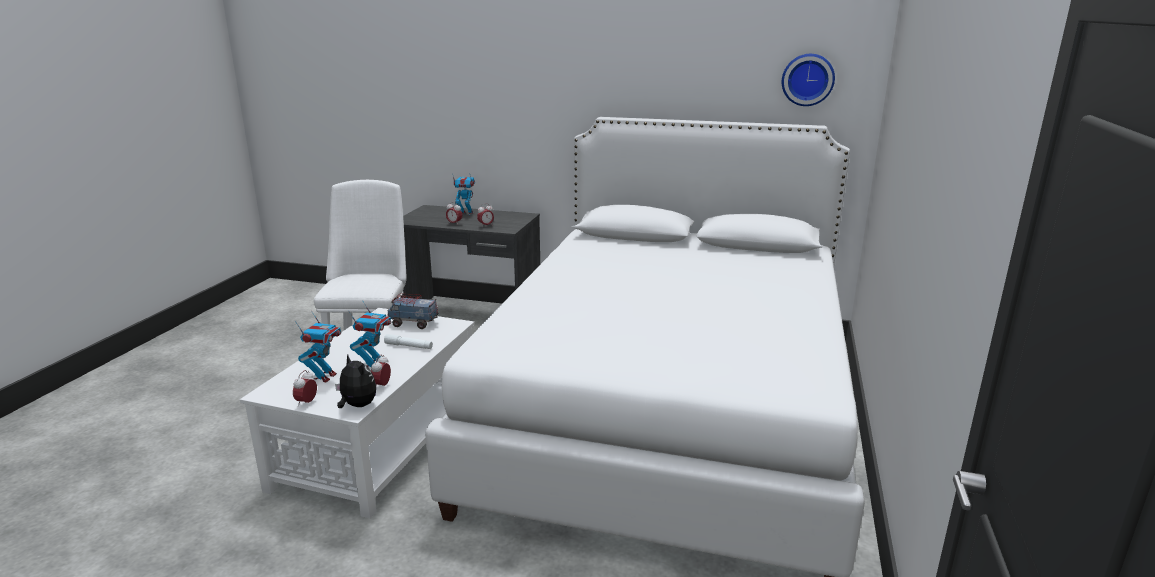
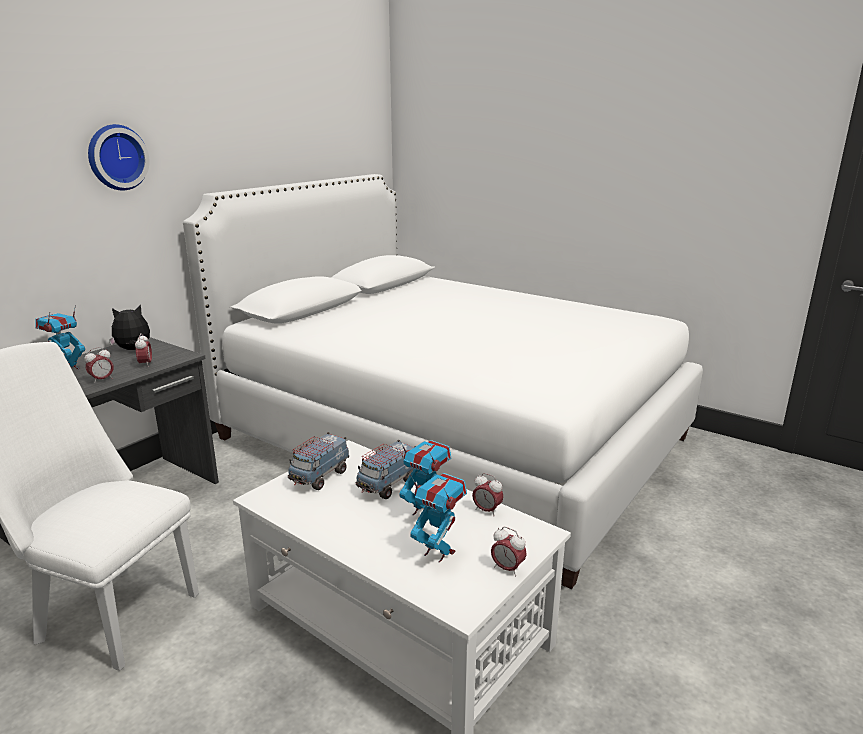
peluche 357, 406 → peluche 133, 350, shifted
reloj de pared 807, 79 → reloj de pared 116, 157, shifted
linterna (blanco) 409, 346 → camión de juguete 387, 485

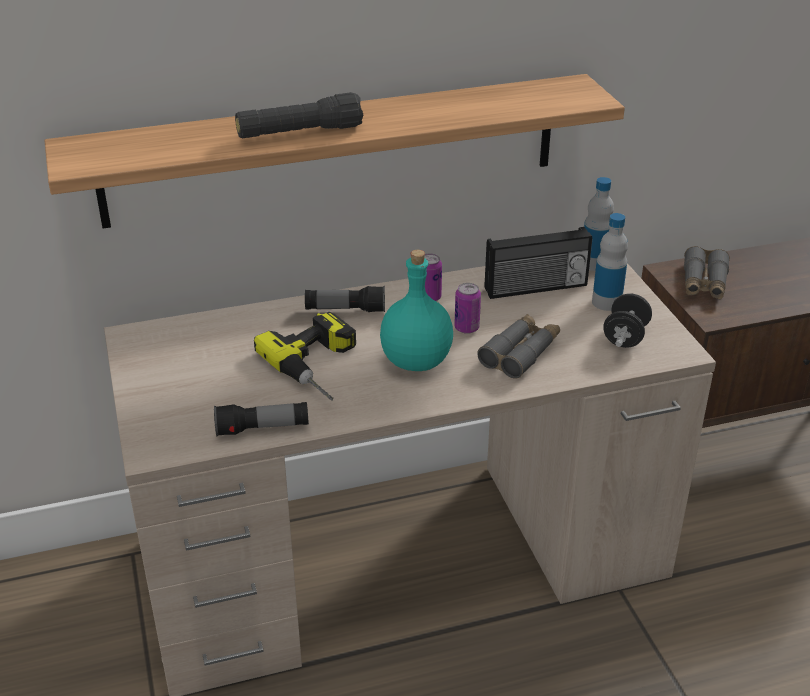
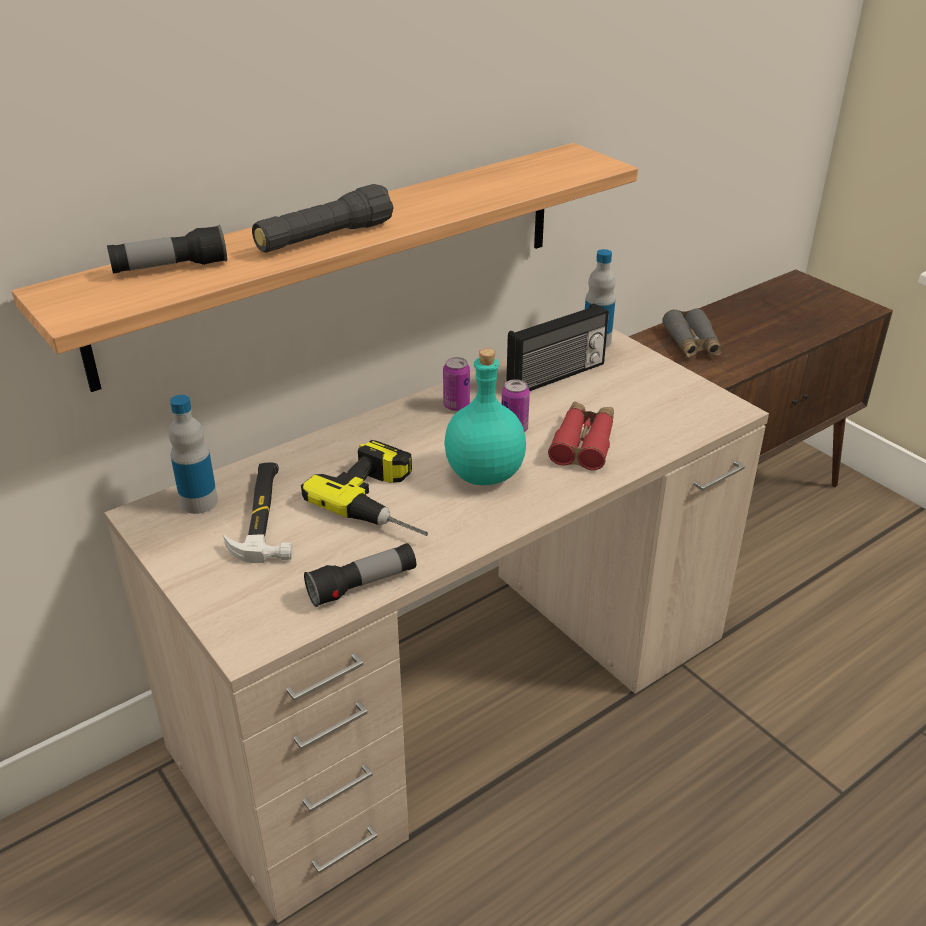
mancuerna (negro) 625, 337 → -
- → martillo 265, 515
linterna 345, 310 → linterna 170, 268, shifted
botella 606, 302 → botella 199, 502, shifted
prismáticos (gris) 520, 353 → prismáticos (rojo) 583, 443

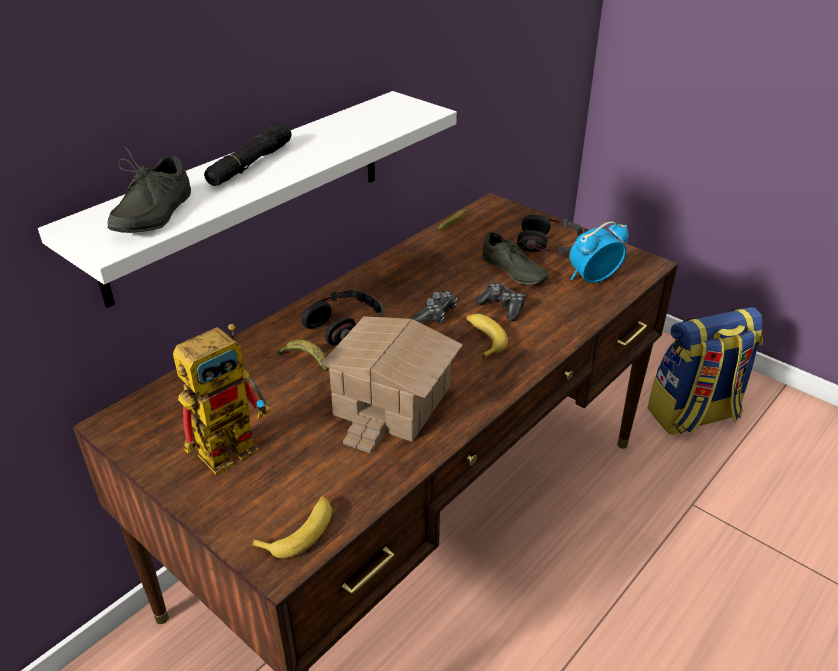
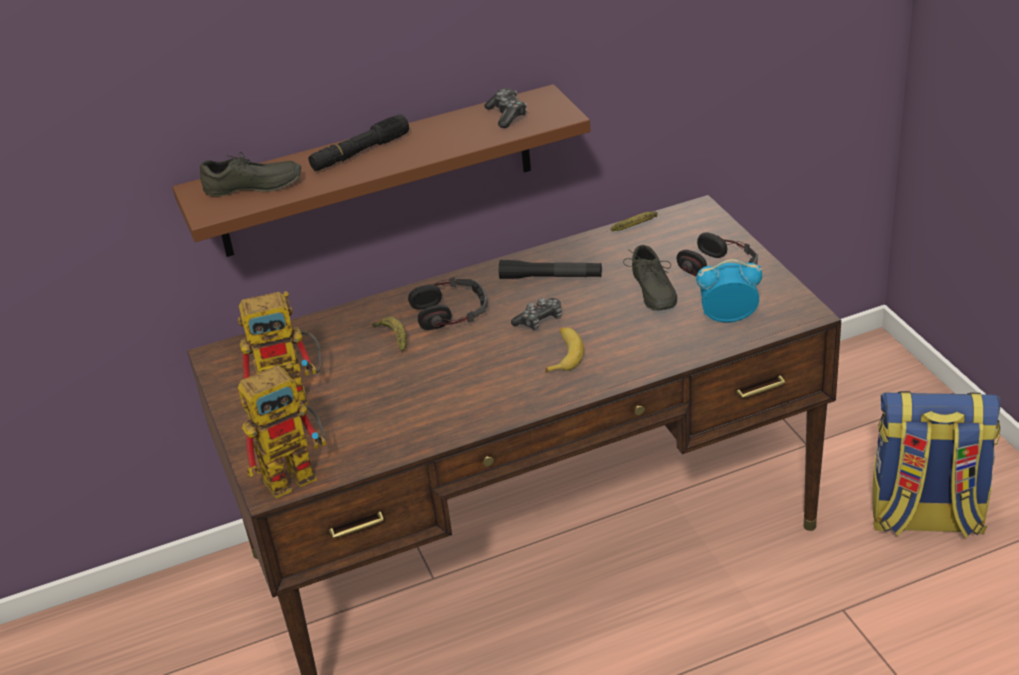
casita 390, 400 → -
- → linterna (negro) 550, 277
mando de consola 502, 307 → mando de consola 507, 115, shifted
plátano 299, 531 → robot de juguete 298, 472
estante (blanco) 250, 193 → estante (marrón) 376, 172
zapato (gris) 149, 213 → zapato (gris) 253, 188, 135 degrees counterclockwise

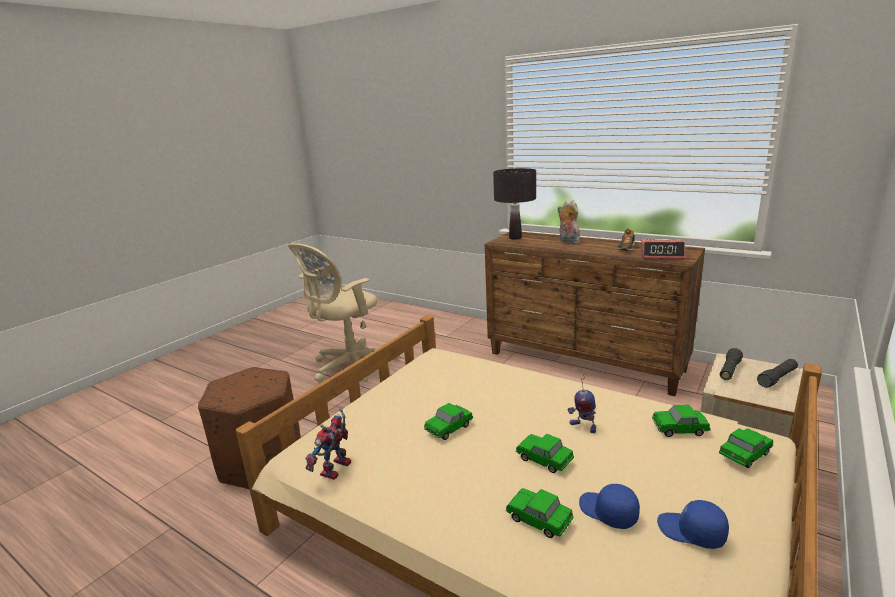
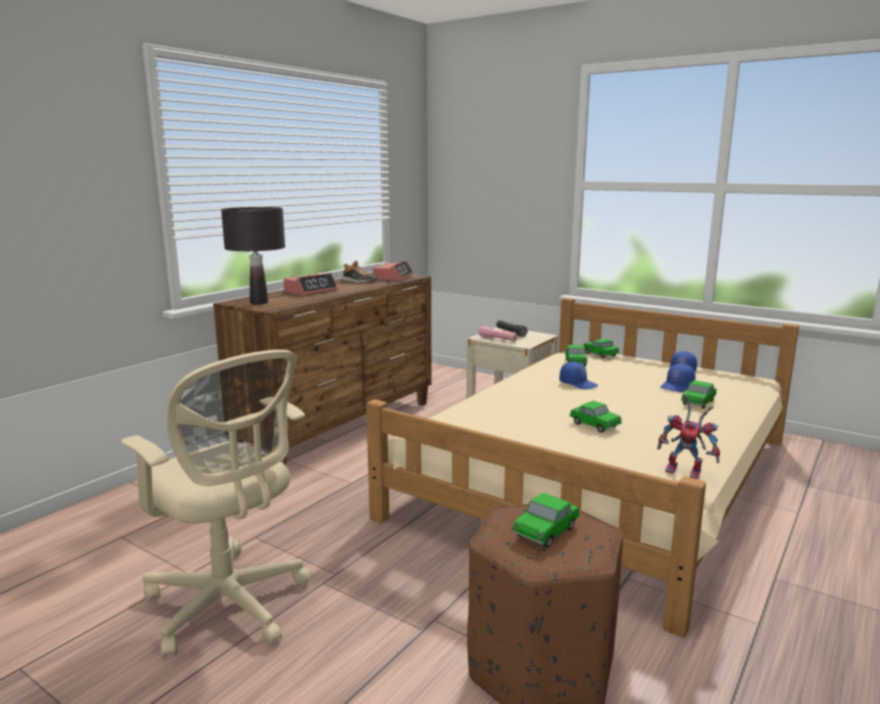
coche de juguete 544, 460 → coche de juguete 546, 532, shifted
peluche 567, 242 → despertador 310, 291
robot de juguete 582, 426 → gorra (azul) 578, 384
linterna (negro) 729, 370 → linterna (rosa) 498, 339

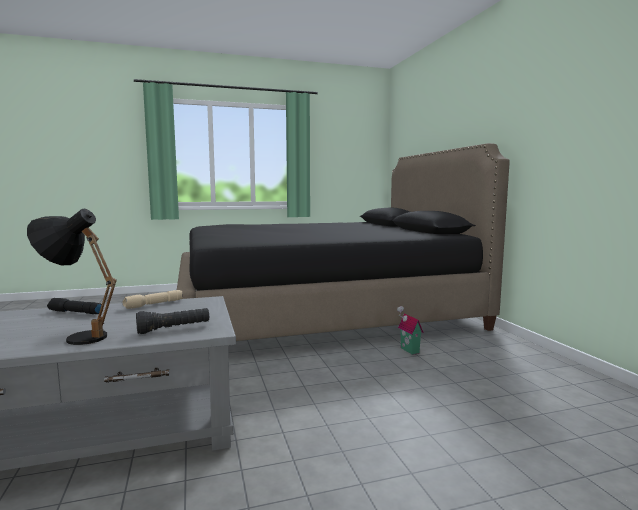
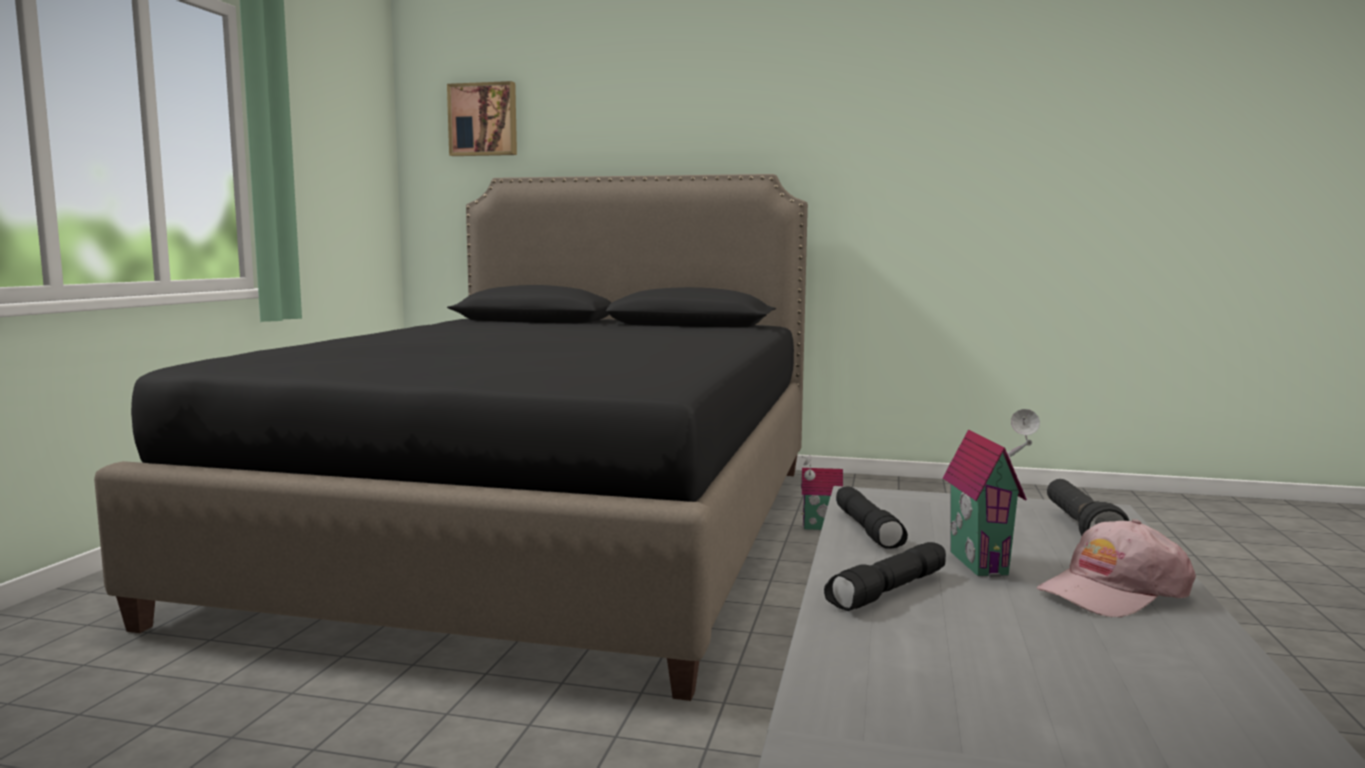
- → cuadro 483, 120
- → casita 984, 563
lámpara de mesa (negro) 77, 336 → gorra (rosa) 1112, 592
linterna (beis) 153, 304 → linterna (negro) 868, 529

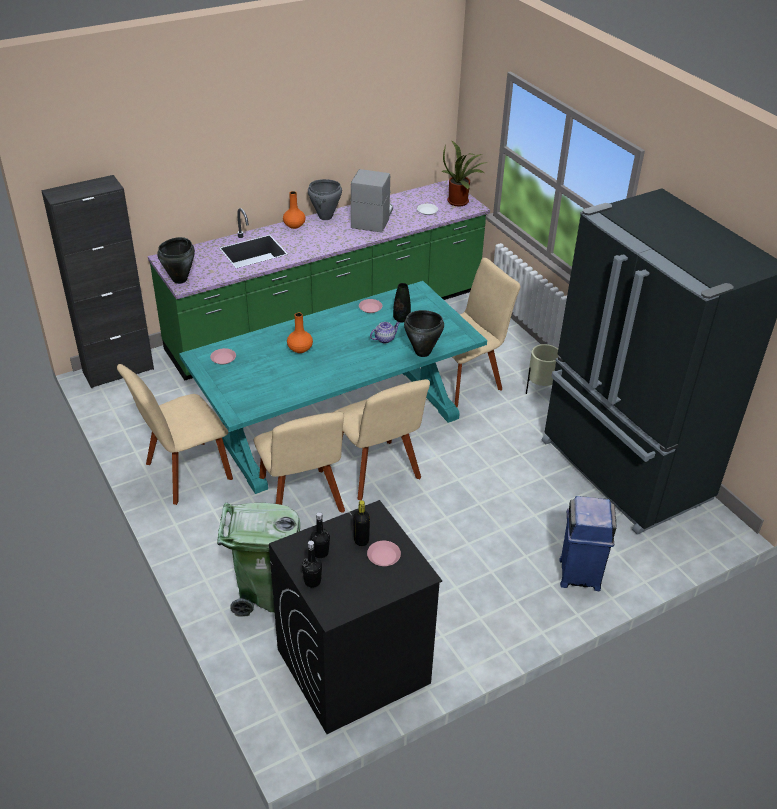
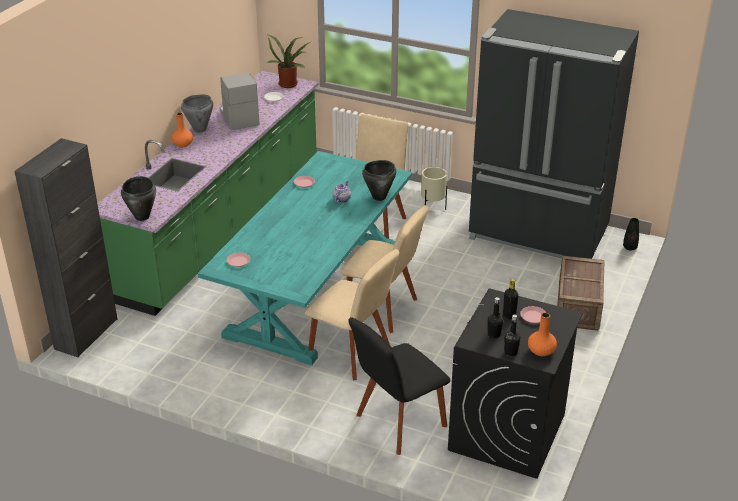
silla (beis) 184, 473 → -
florero (naranja) 299, 349 → florero (naranja) 541, 351, shifted
florero (negro) 401, 319 → florero (negro) 629, 247, shifted
papelera (verde) 264, 594 → silla (negro) 397, 423
papelera (azul) 579, 573 → caja de embalaje 578, 306

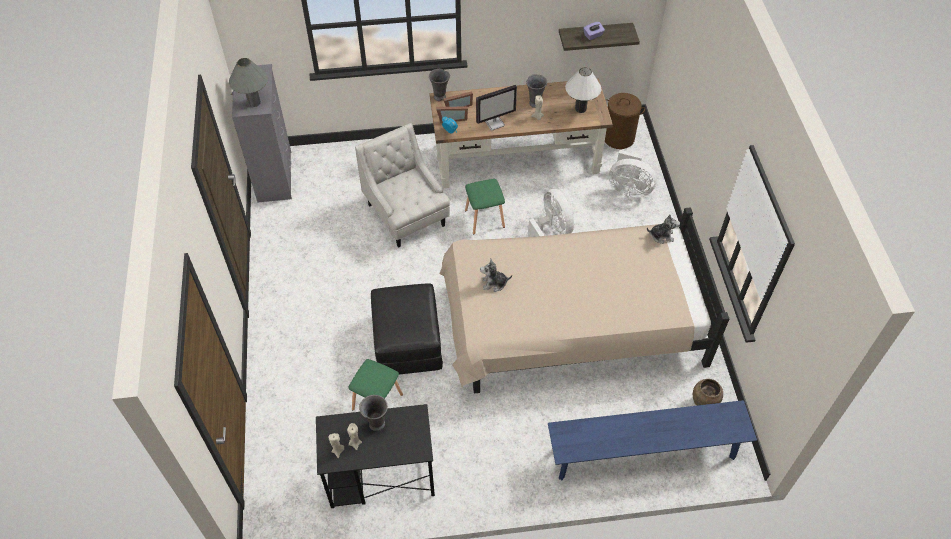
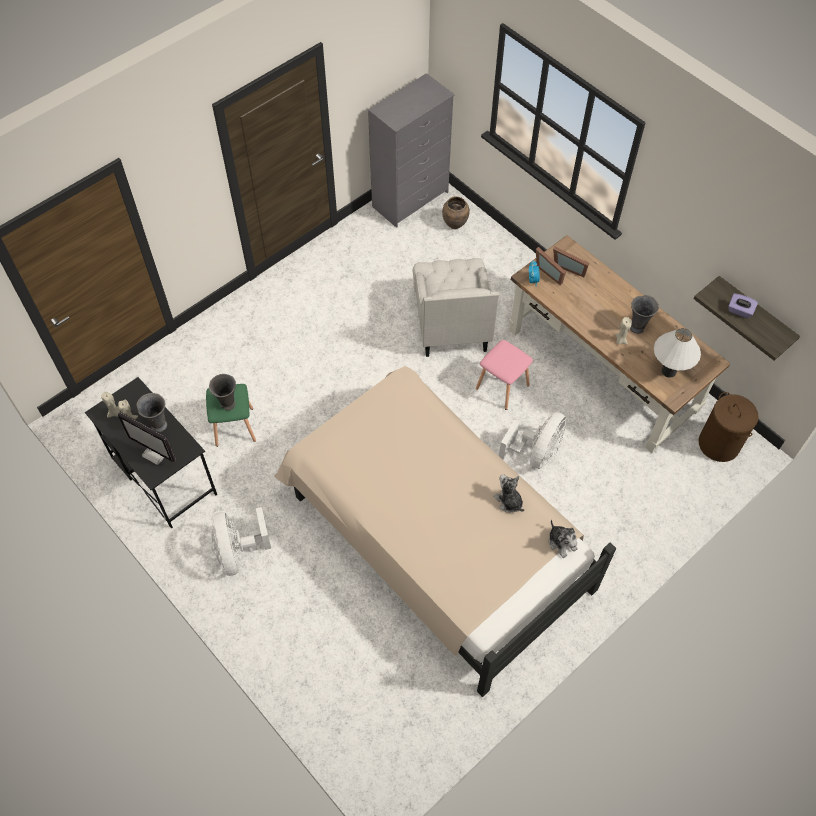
lámpara de mesa (gris) 254, 102 → -
puf (negro) 408, 342 → -
banco (azul) 644, 453 → -
florero (gris) 440, 97 → florero (gris) 228, 404, shifted
monitor 495, 123 → monitor 156, 453, shifted
peluche 494, 283 → peluche 508, 501, shifted
ventilador (blanco) 629, 189 → ventilador (blanco) 238, 552, shifted
florero (marrón) 703, 403 → florero (marrón) 455, 224, shifted
taburete (verde) 484, 219 → taburete (rosa) 501, 386
sillón (blanco) 407, 216 → sillón (blanco) 451, 323, 150 degrees clockwise

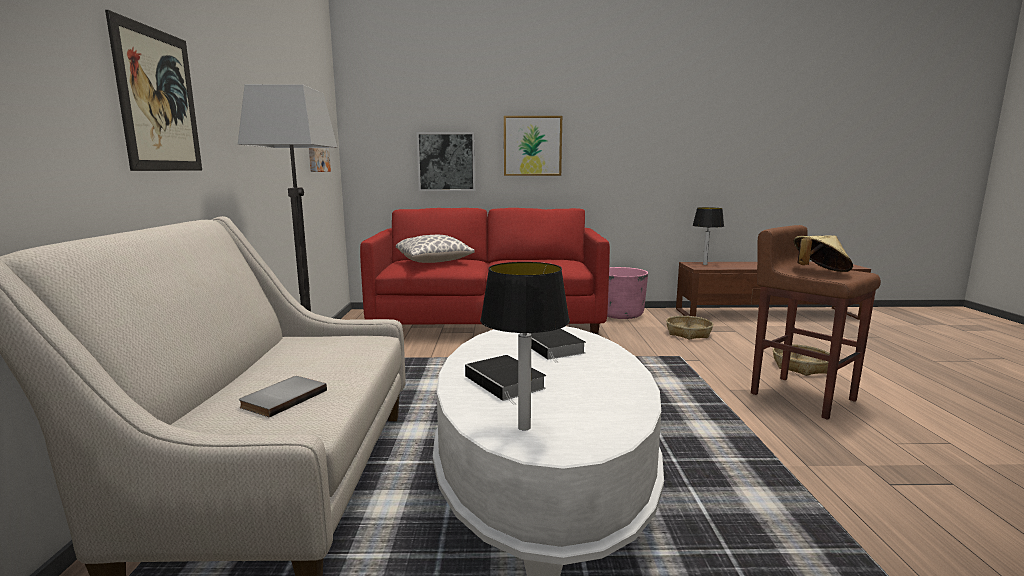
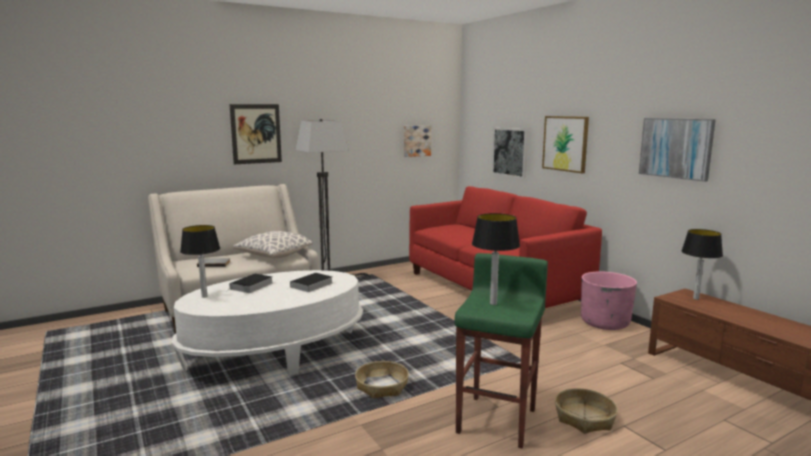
- → cuadro 676, 148
cojín 434, 262 → cojín 274, 256, shifted
cesta 688, 333 → cesta 381, 386, shifted
sombrero (beis) 819, 272 → lámpara de mesa 493, 303
taburete (marrón) 801, 396 → taburete (verde) 498, 420

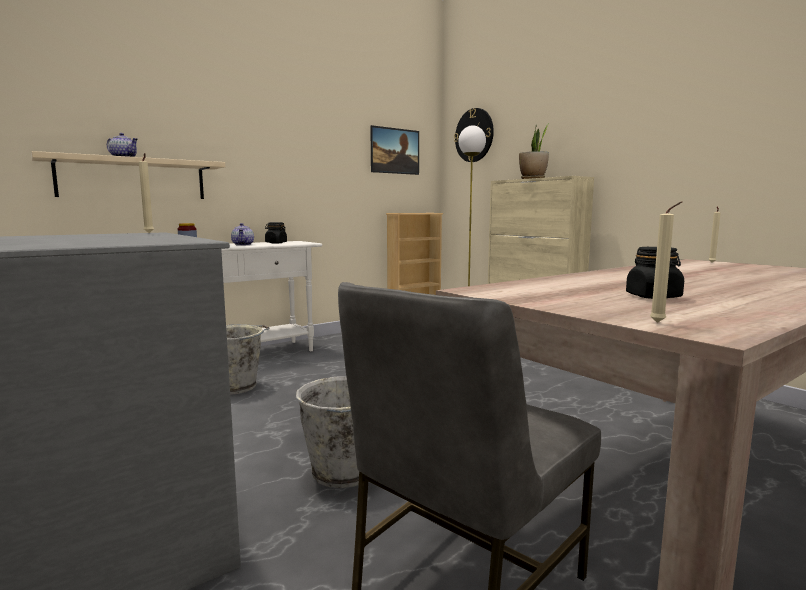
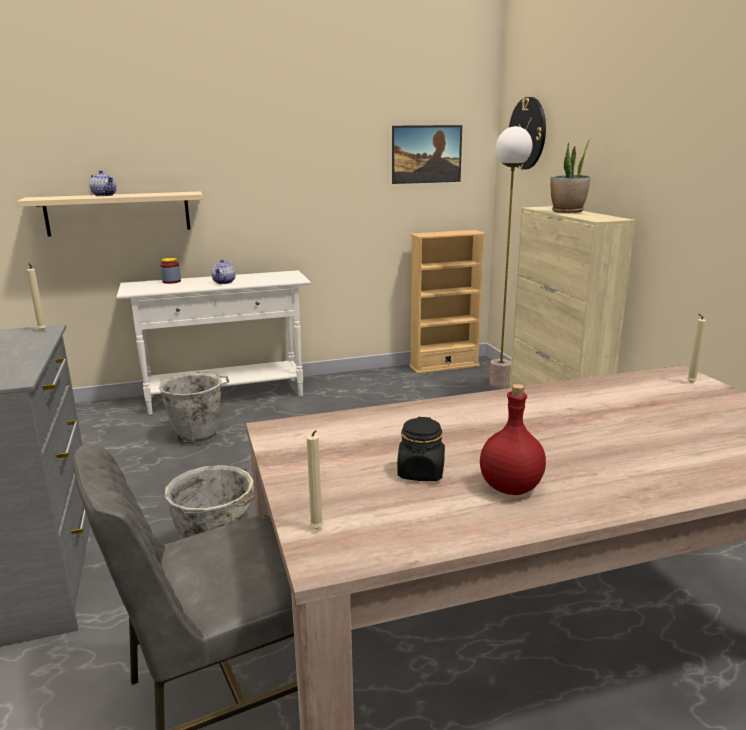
tarro (negro) 276, 243 → -
- → botella (rojo) 511, 488

